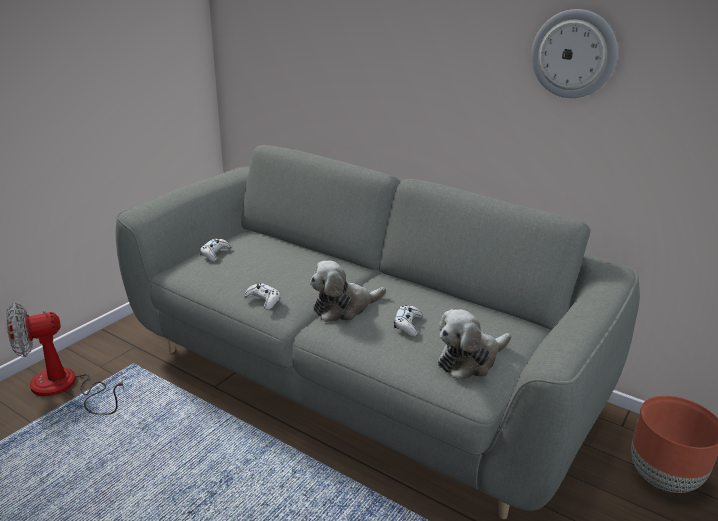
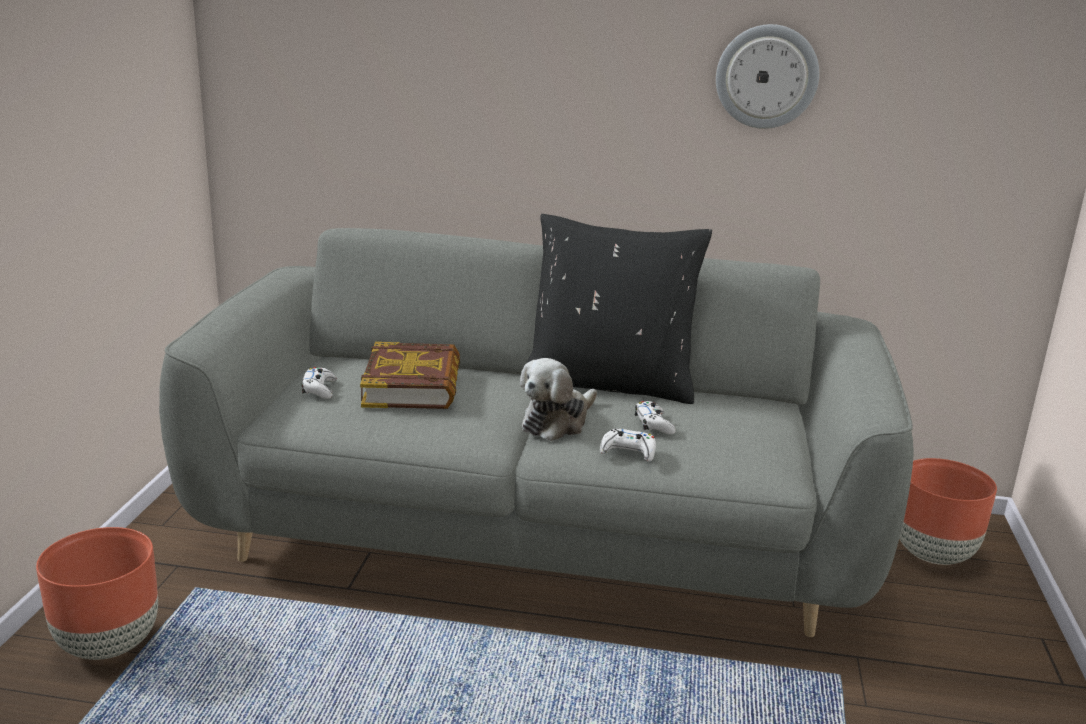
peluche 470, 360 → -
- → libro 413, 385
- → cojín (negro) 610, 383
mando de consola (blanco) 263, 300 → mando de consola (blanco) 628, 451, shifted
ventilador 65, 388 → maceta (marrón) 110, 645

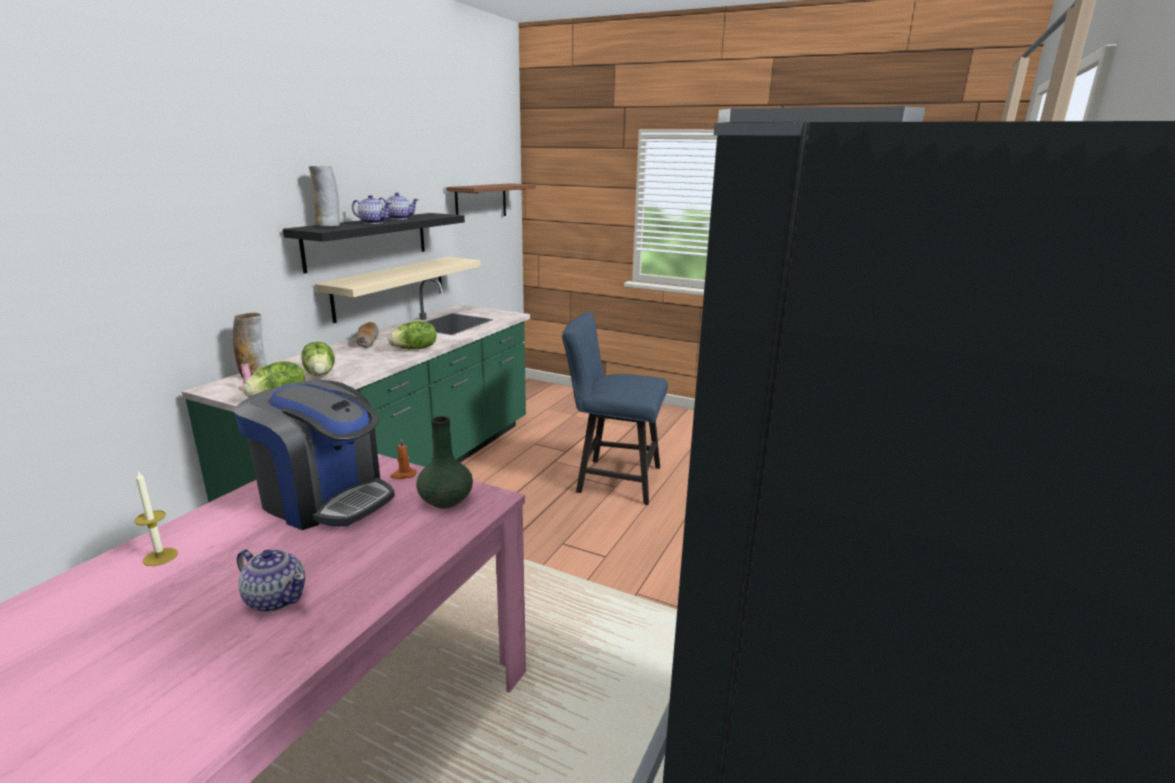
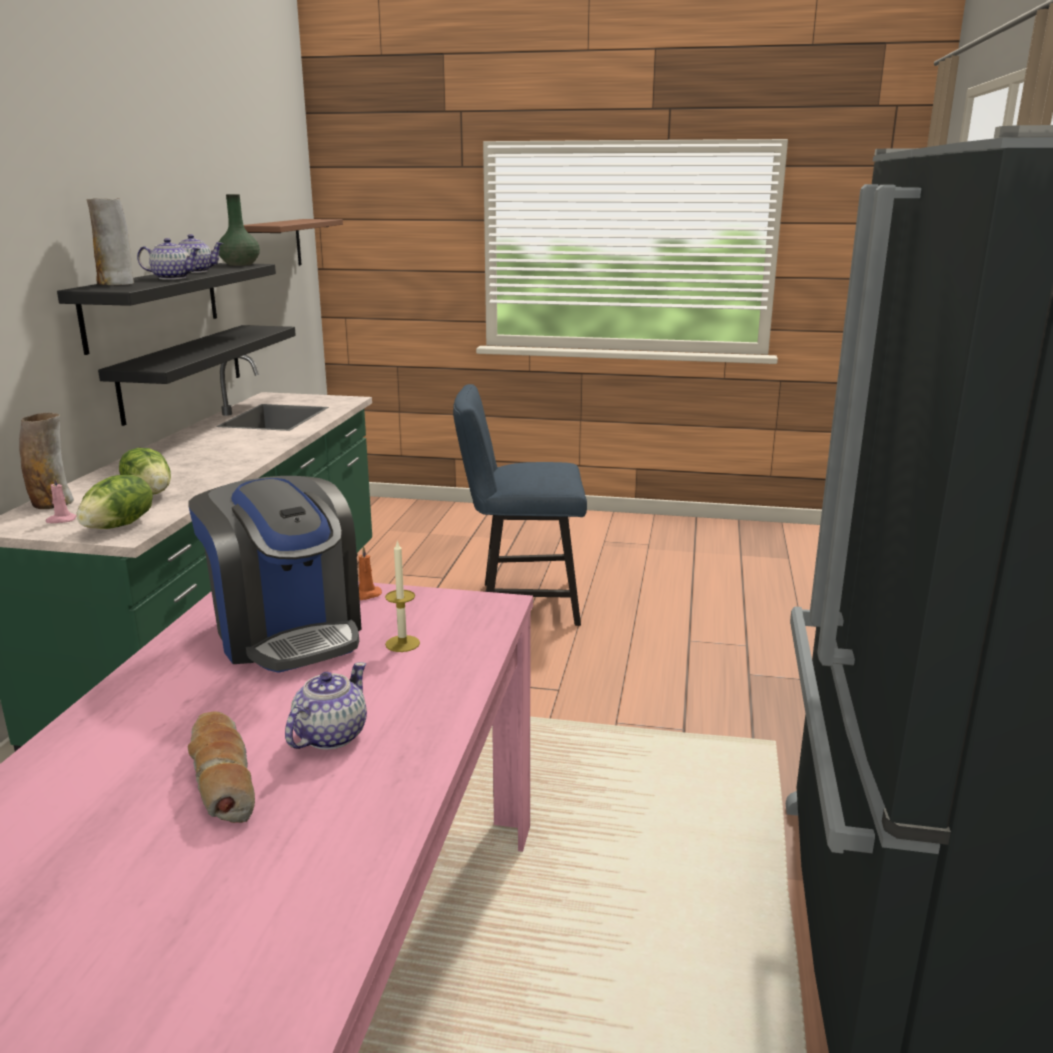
lechuga 415, 349 → -
vela 160, 557 → vela 402, 643, shifted
pan 368, 340 → pan 221, 779, shifted
florero (verde) 445, 500 → florero (verde) 239, 264, shifted
estante (beis) 390, 287 → estante (negro) 182, 371
cafetera 325, 498 → cafetera 287, 632, 45 degrees clockwise
tetera 276, 598 → tetera 329, 736, 75 degrees counterclockwise

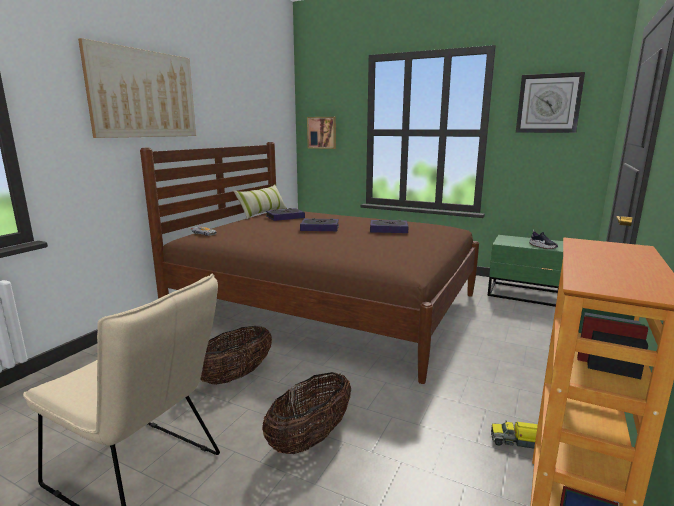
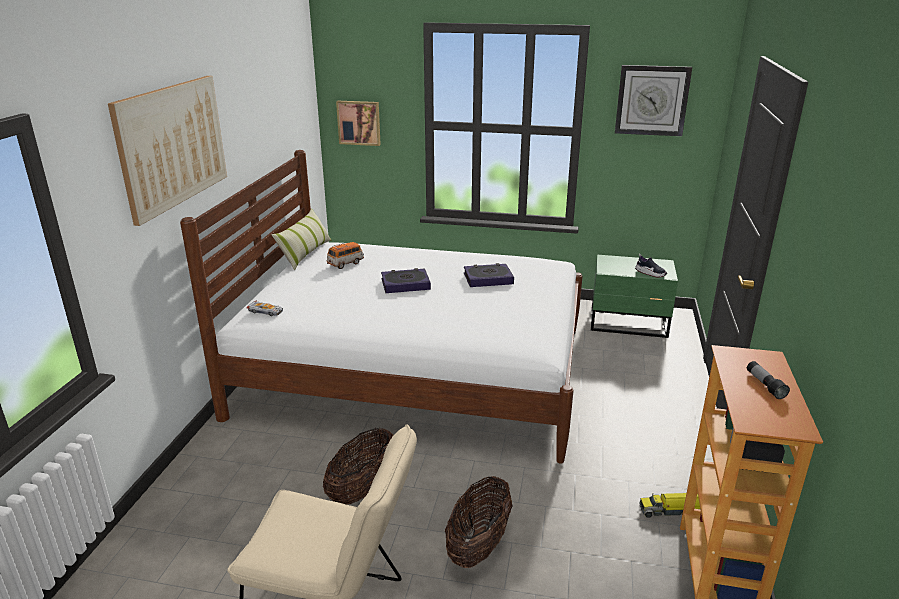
- → linterna 765, 385
libro 285, 217 → coche de juguete 345, 263
cama (marrón) 326, 306 → cama (blanco) 415, 372

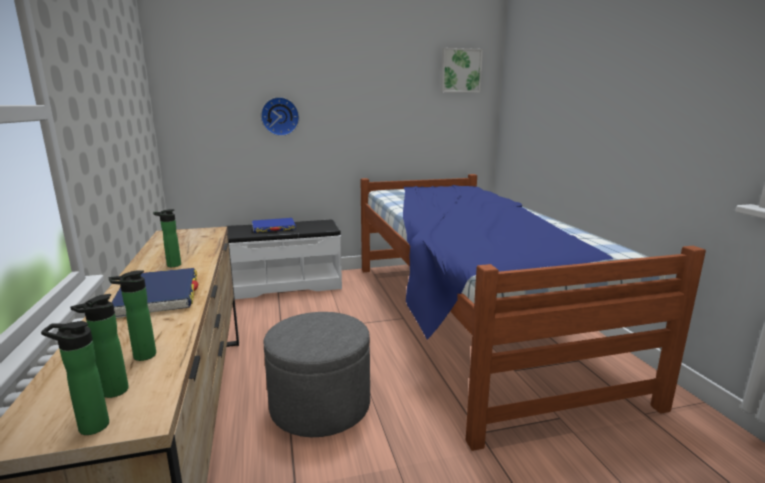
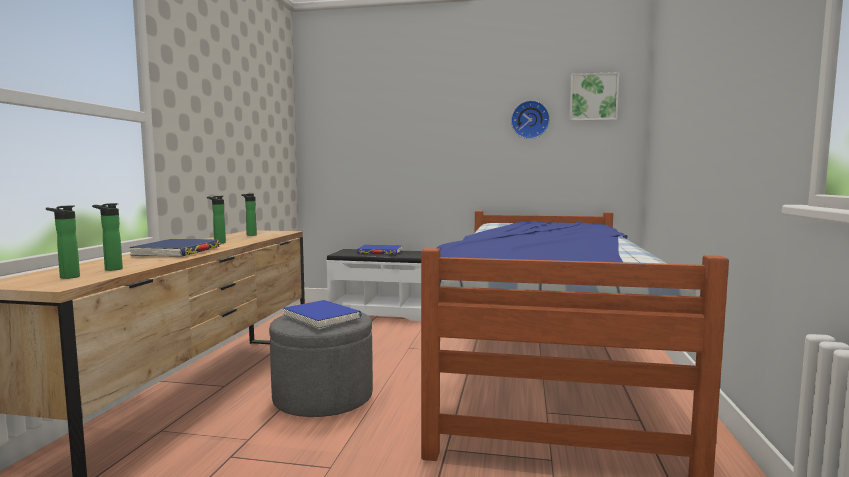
- → libro (azul) 321, 317
botella 89, 427 → botella 250, 235, shifted
reloj de pared 280, 116 → reloj de pared 530, 120, shifted

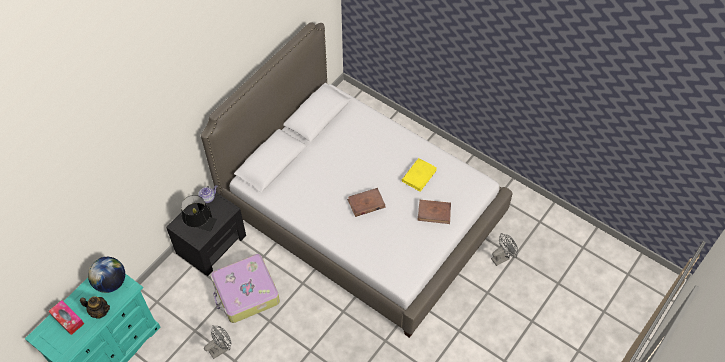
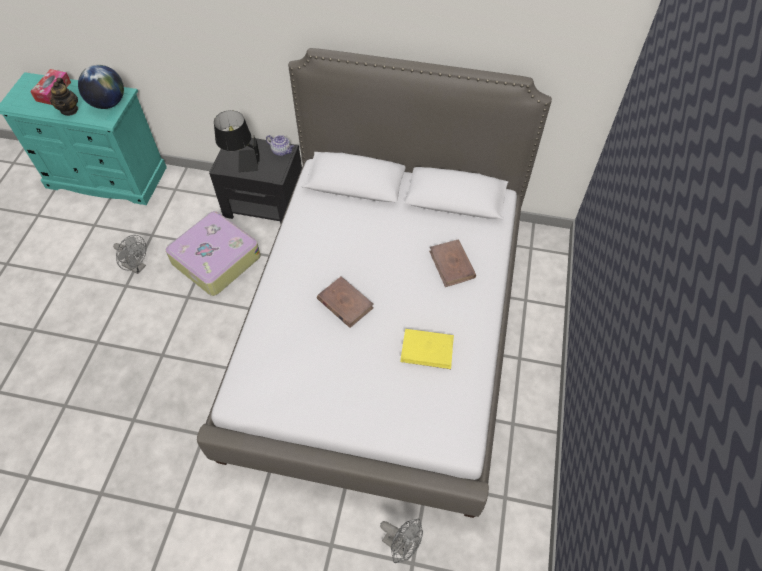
libro (marrón) 434, 212 → libro (marrón) 452, 265, shifted

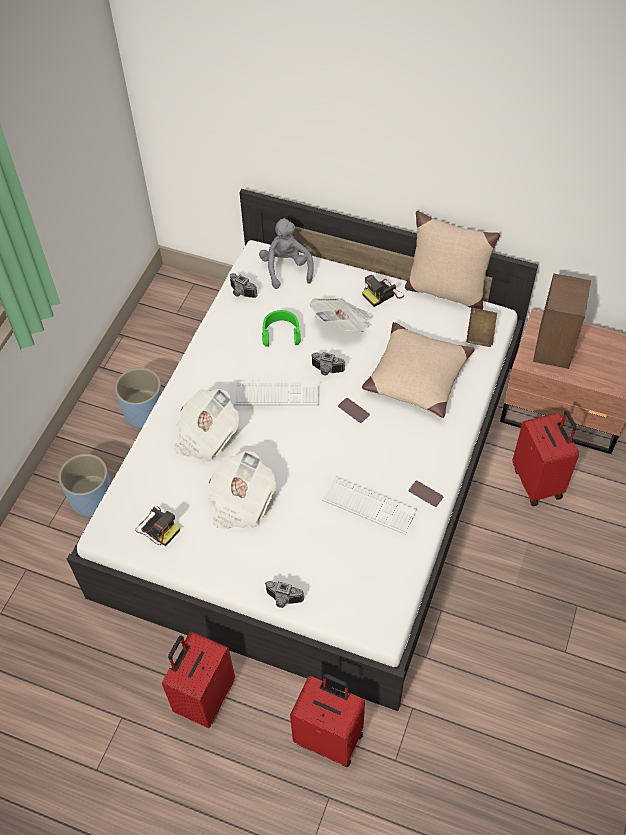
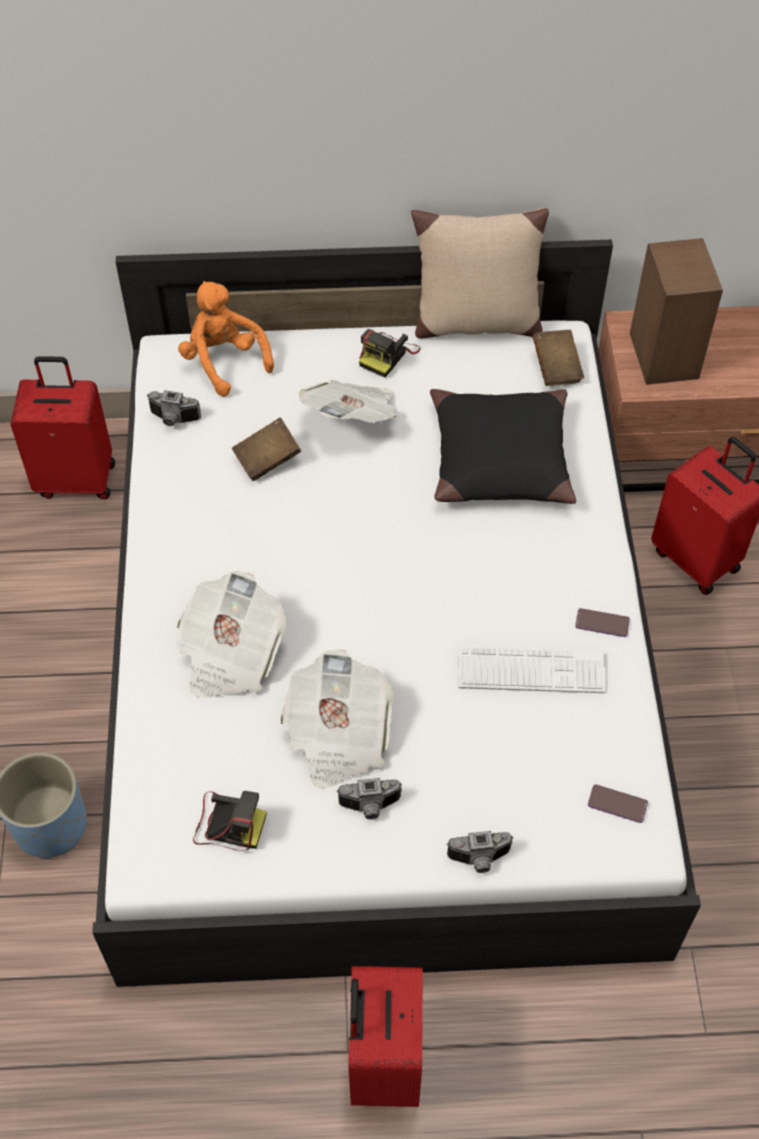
maceta (azul) 145, 412 → -
teclado 276, 394 → -
maleta (rojo) 330, 737 → maleta (rojo) 77, 478, shifted
cámara 326, 371 → cámara 370, 807, shifted
móvil 353, 410 → móvil 617, 804, shifted
auriculares (verde) 281, 333 → libro (marrón) 267, 459
peluche (gris) 286, 268 → peluche (naranja) 224, 361
cojín (beis) 416, 376 → cojín (negro) 499, 458

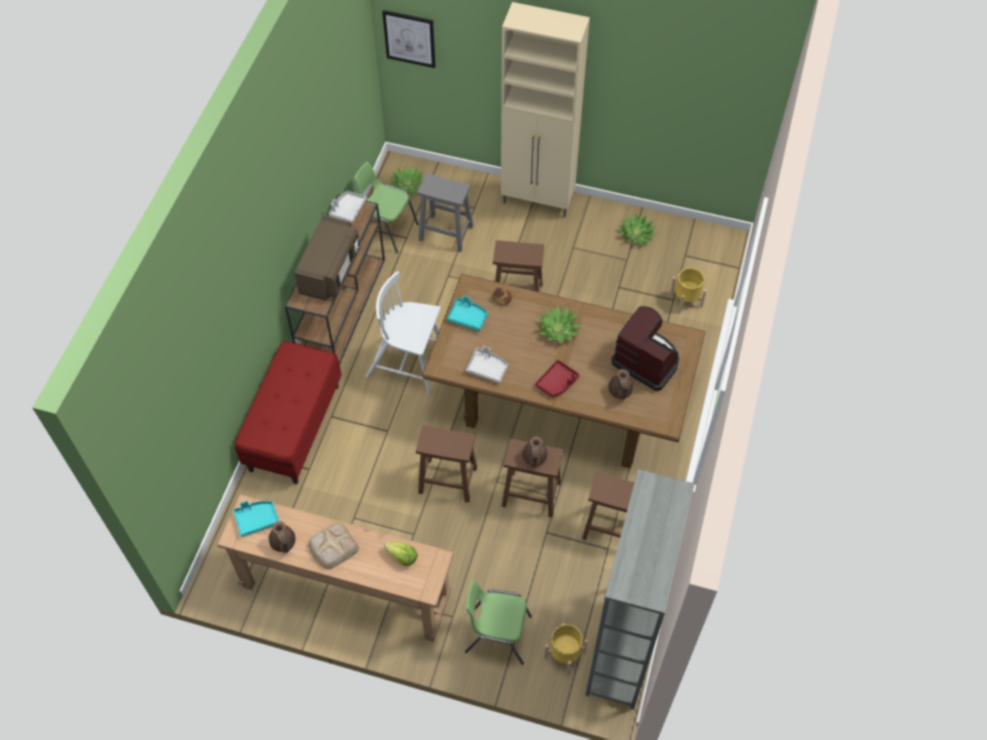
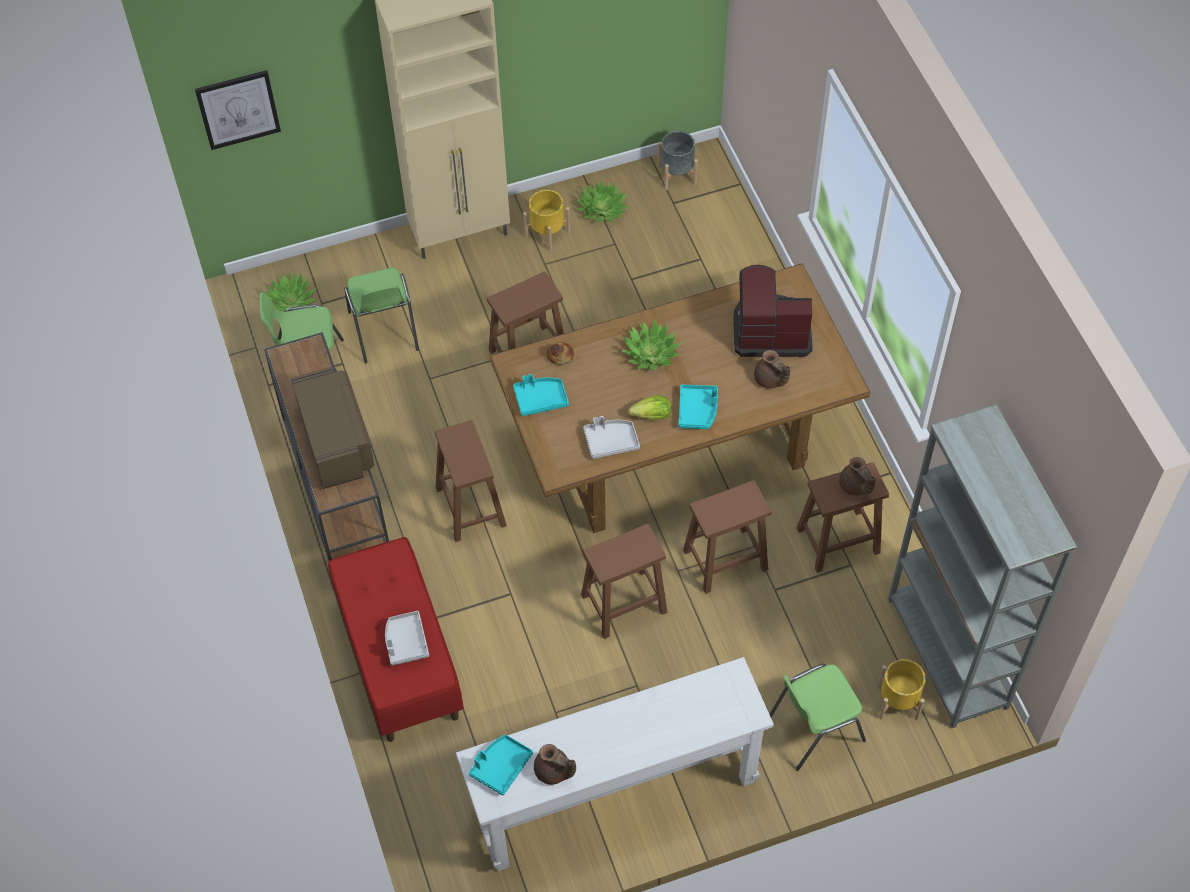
pan 332, 547 → -
- → maceta (gris) 676, 175
bandeja (gris) 348, 210 → bandeja (gris) 405, 642, shifted
lechuga 402, 557 → lechuga 652, 416, shifted
tetera (marrón) 534, 458 → tetera (marrón) 855, 486, shifted
maceta (amarillo) 686, 300 → maceta (amarillo) 547, 234, shifted
silla (blanco) 408, 364 → taburete (marrón) 470, 505
taburete (gris) 445, 233 → silla (verde) 384, 332
mesa consola (marrón) 346, 590 → mesa consola (blanco) 615, 794
bandeja (rojo) 557, 382 → bandeja (turquesa) 698, 410

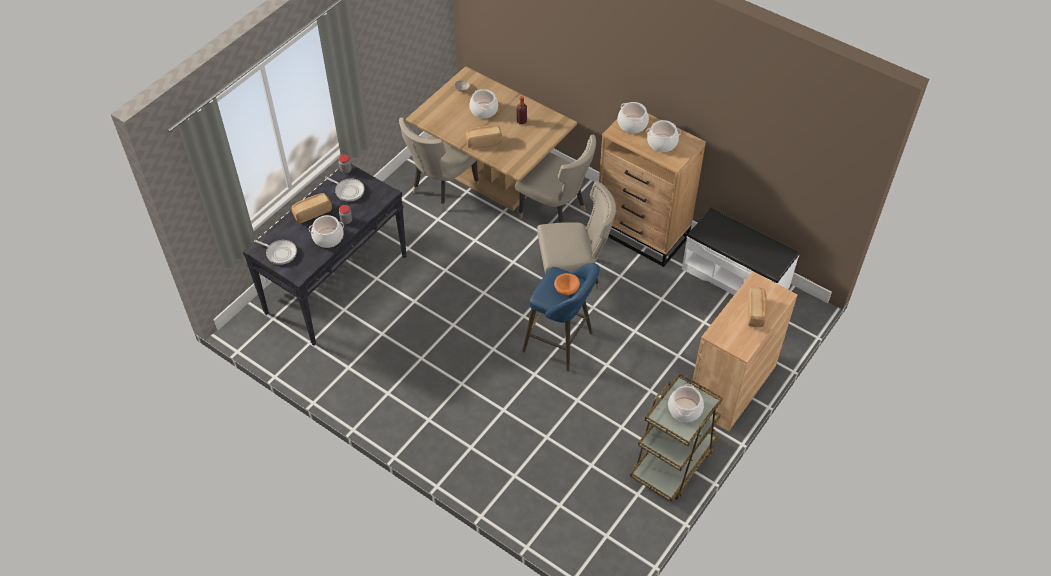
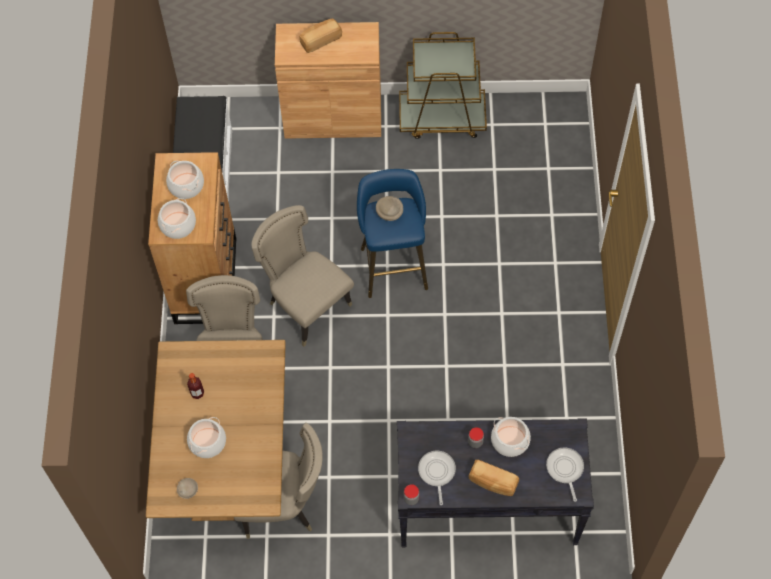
pan 484, 141 → -
olla 684, 409 → -
cuenco (naranja) 566, 289 → cuenco (beis) 390, 214

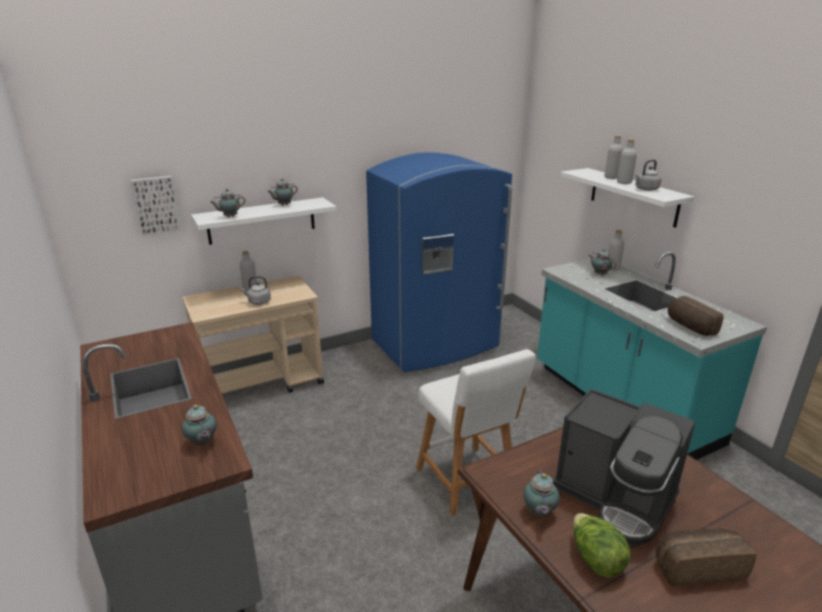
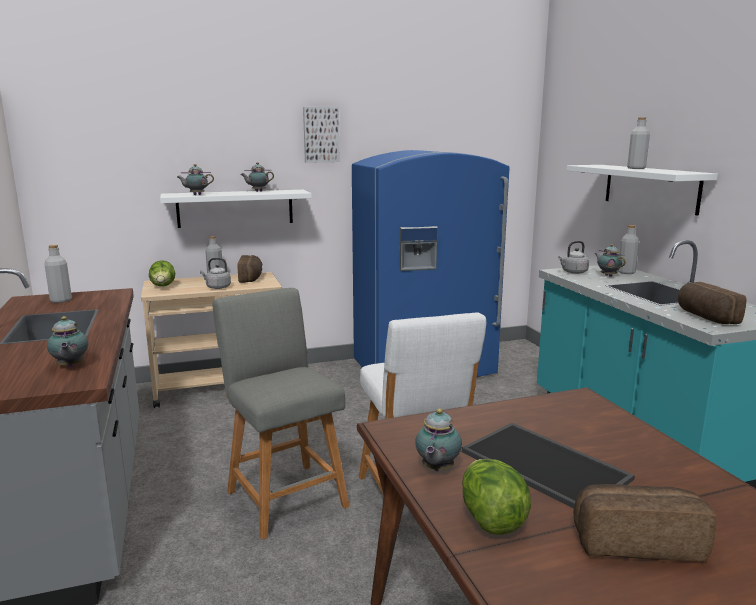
- → lechuga 163, 287
- → taburete (gris) 284, 496
- → pan 251, 278
cuadro 156, 205 → cuadro 321, 134, shifted
botella (gris) 611, 177 → botella (gris) 61, 300, shifted
hervidor (gris) 645, 189 → hervidor (gris) 573, 272, shifted
cafetera 615, 498 → bandeja 546, 465

